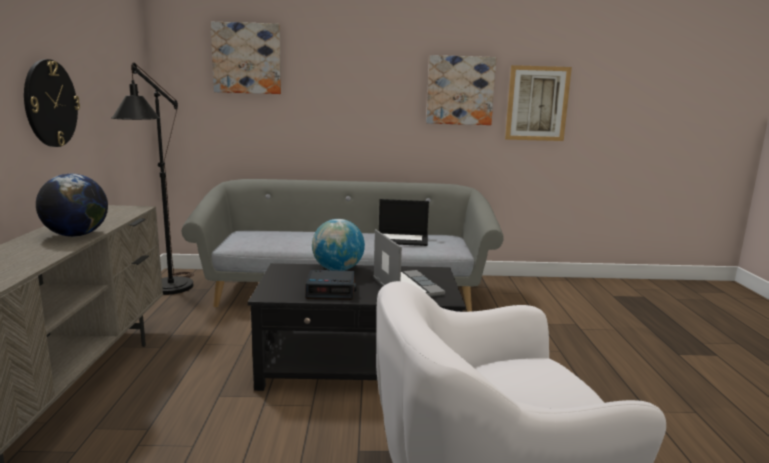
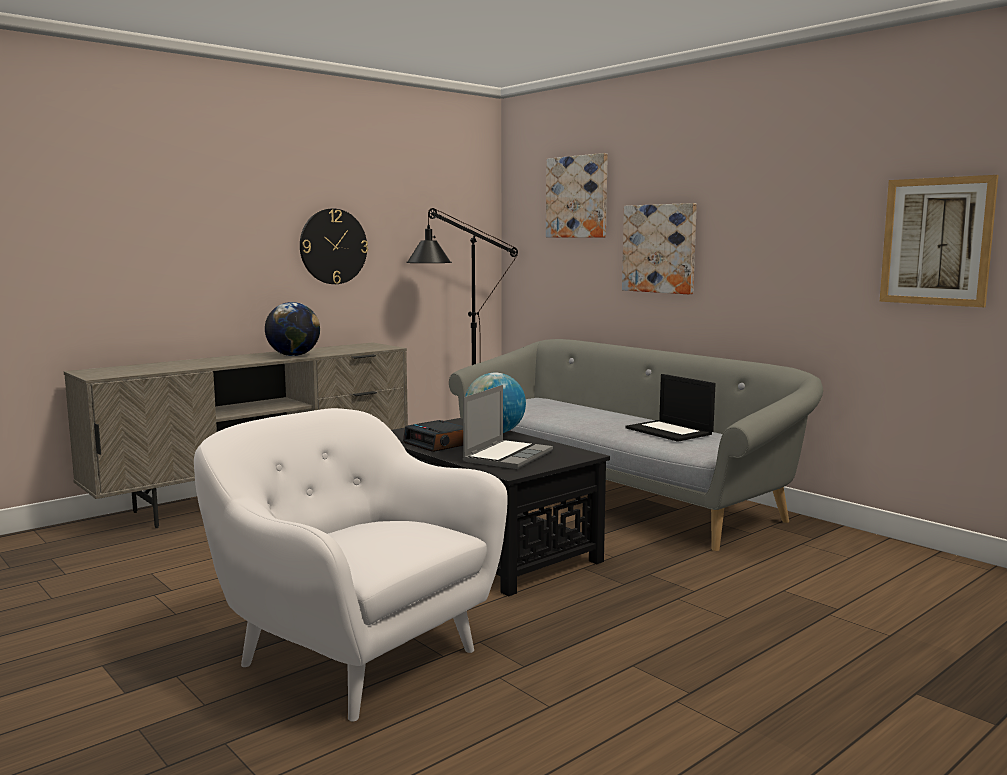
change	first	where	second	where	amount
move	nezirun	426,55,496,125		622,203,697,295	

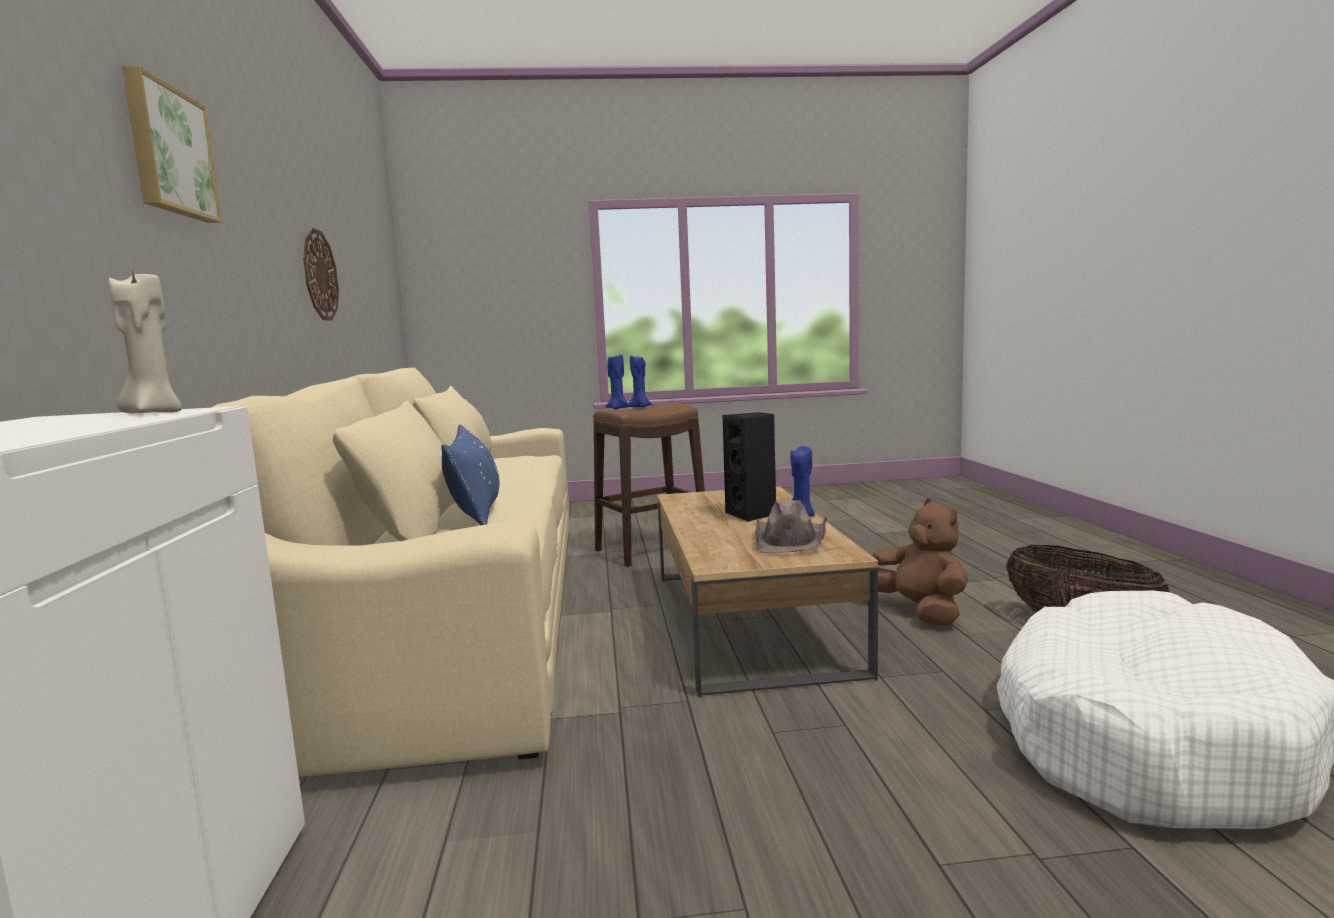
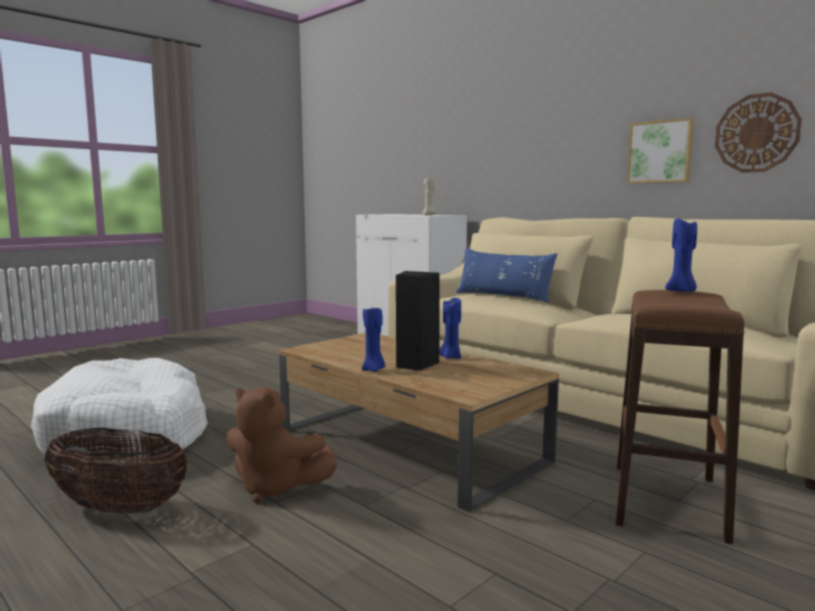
change	first	where	second	where	amount
move	nezirun	122,66,222,223		627,118,694,183	
move	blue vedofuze	628,354,652,407		439,298,461,359	
delete	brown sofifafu	755,500,827,553			

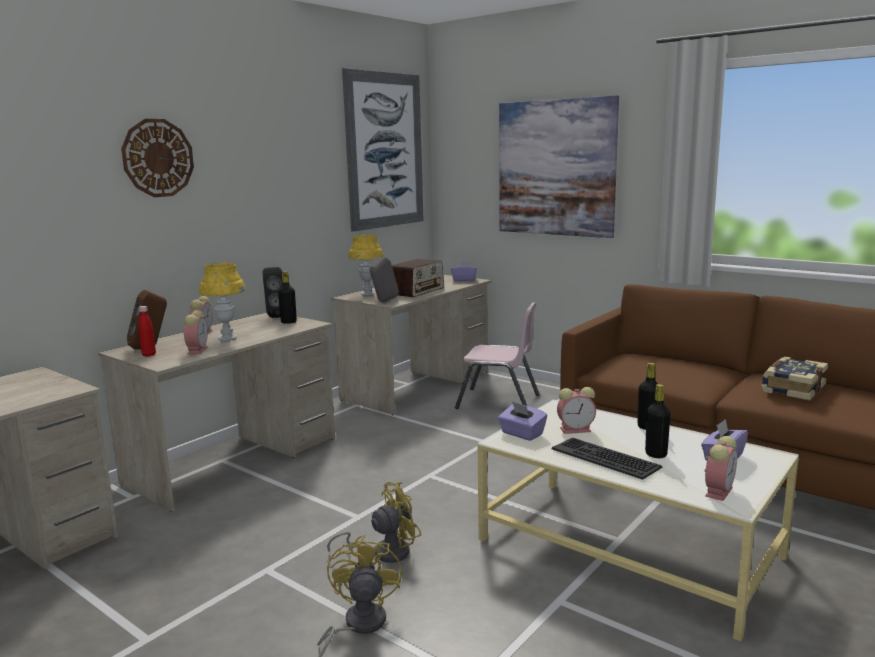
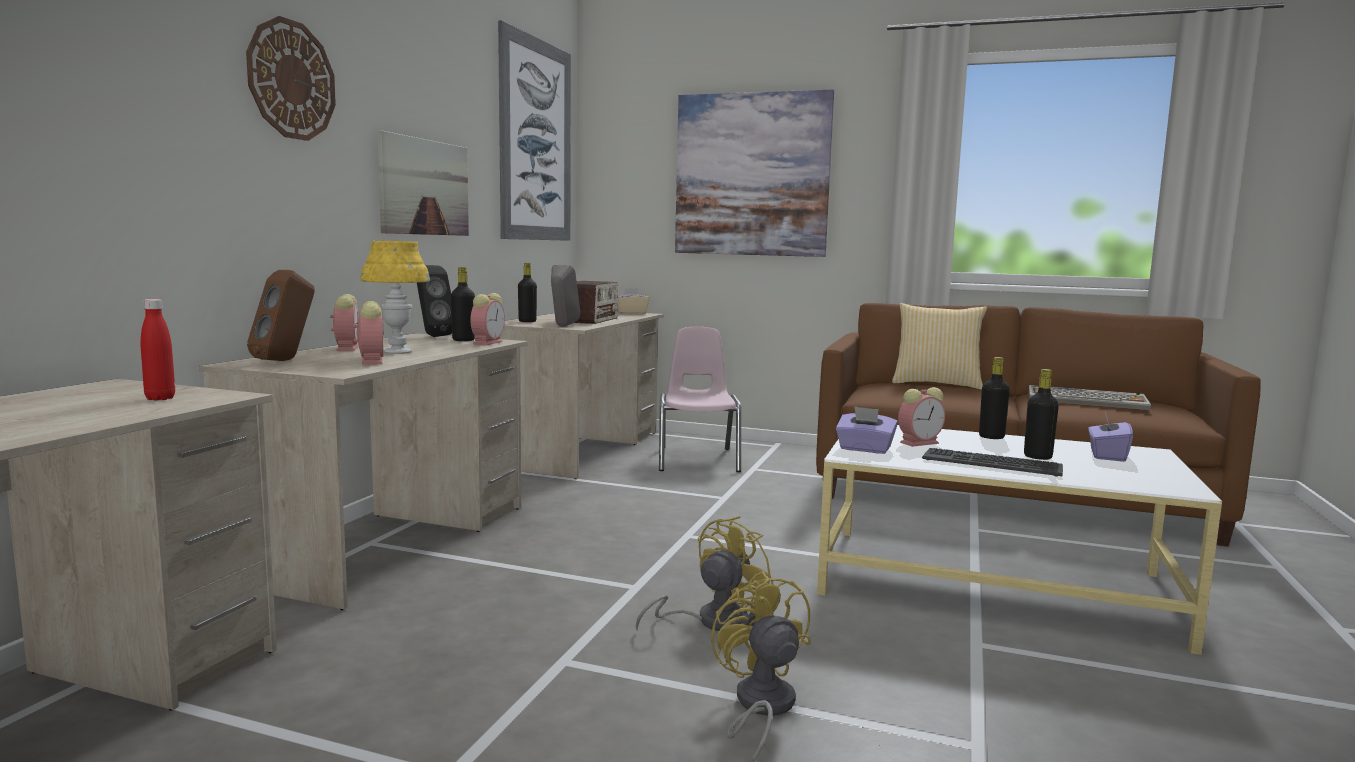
change	first	where	second	where	amount
move	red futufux	138,306,156,357		141,299,175,400	
replace	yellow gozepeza	348,235,383,295	black futufux	518,263,537,322	
recolor	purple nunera	451,260,477,282	beige nunera	618,288,649,314	
rotate	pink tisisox	455,302,539,409		659,327,741,472	90 degrees counterclockwise
move	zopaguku	705,436,737,501		470,293,505,345	
replace	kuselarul	762,356,828,401	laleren	1028,385,1151,410	
insert			nezirun	377,130,469,236	
insert			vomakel	892,303,987,390	

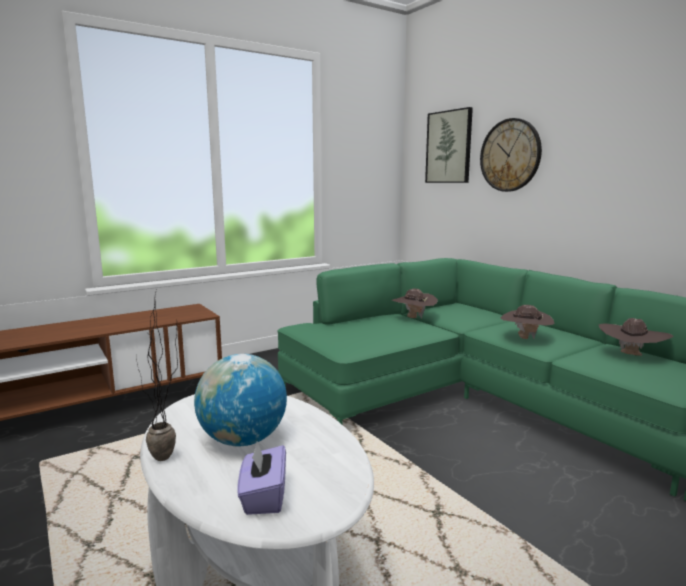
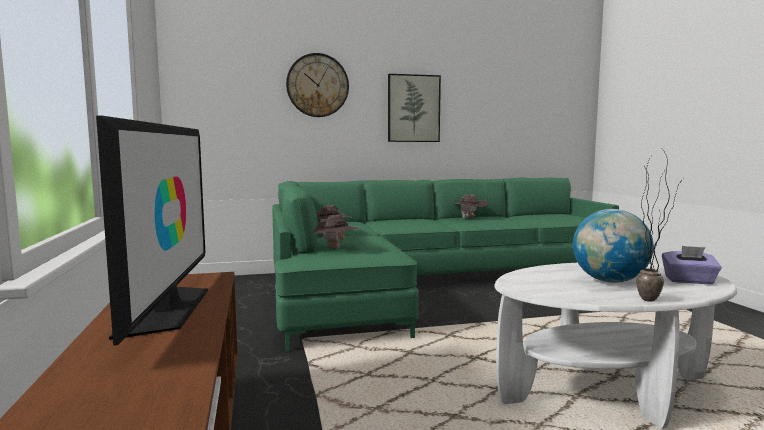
change	first	where	second	where	amount
move	nezirun	425,107,473,183		388,74,441,142	
move	brown sofifafu	501,305,554,339		313,215,359,249	
insert			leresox	96,115,208,345	

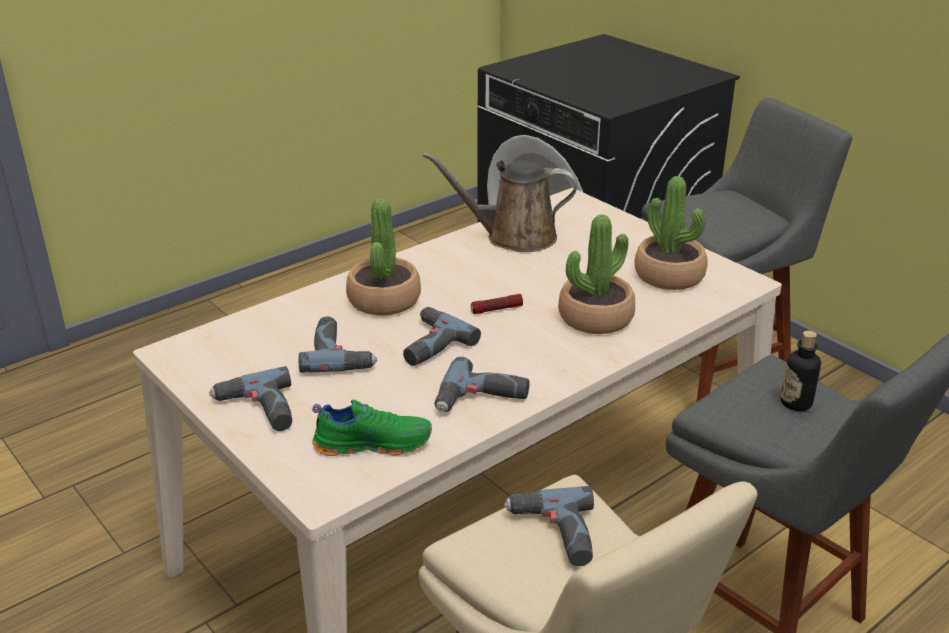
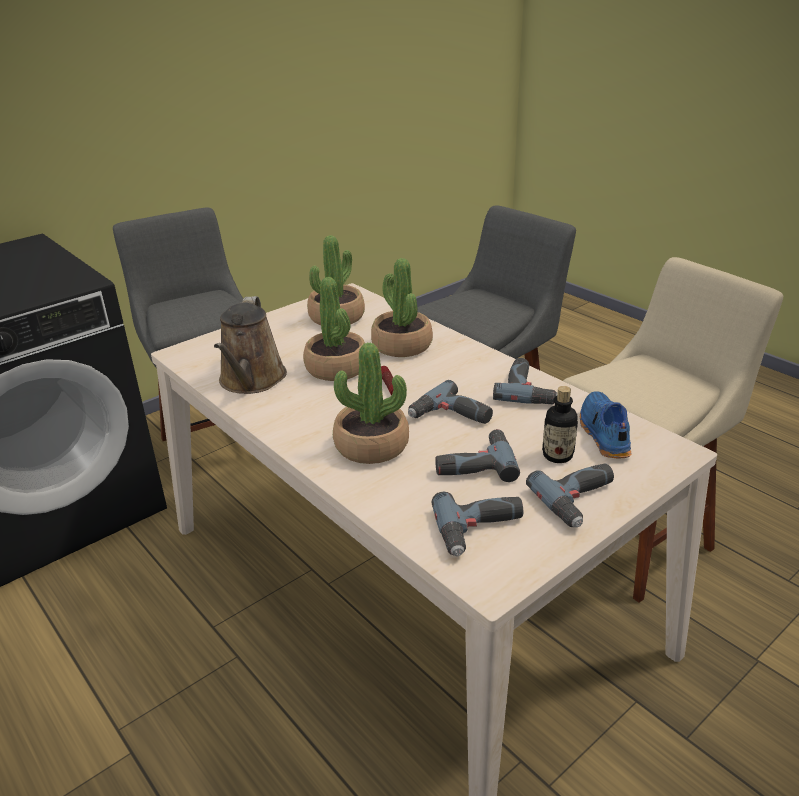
change	first	where	second	where	amount
recolor	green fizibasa	312,400,432,456	blue fizibasa	580,391,632,458	
move	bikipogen	504,486,594,566		432,491,523,556	
move	futufux	780,331,821,411		542,386,578,463	
insert			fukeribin	303,277,365,381	

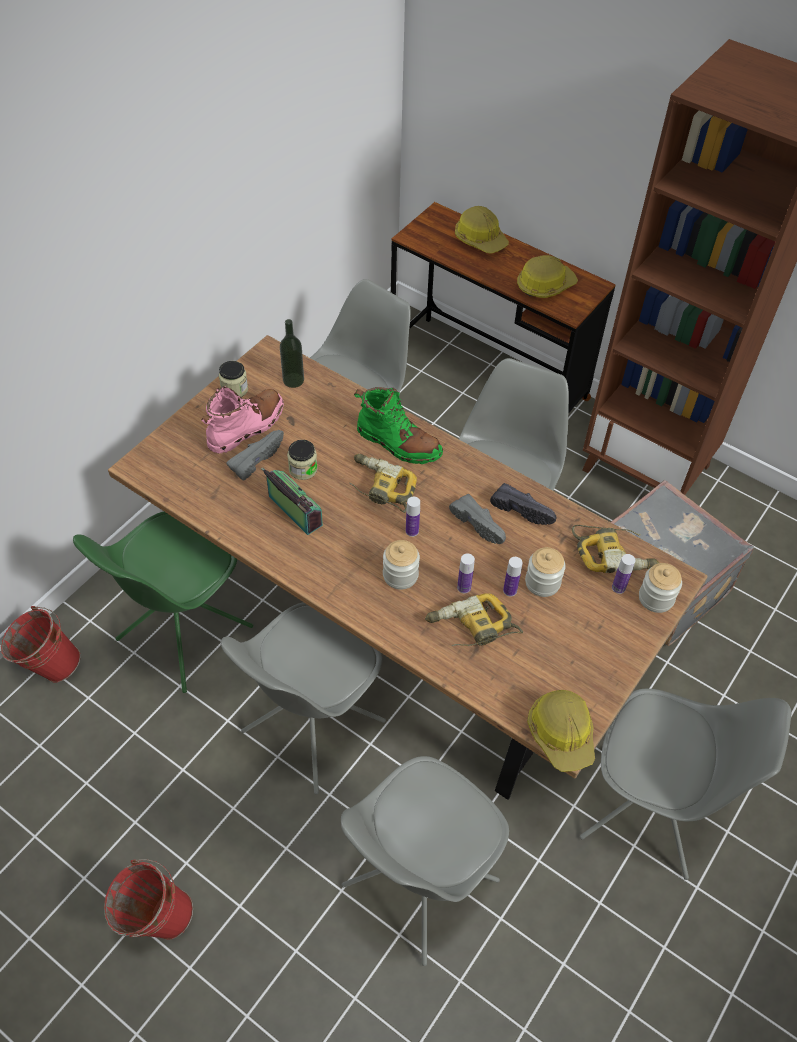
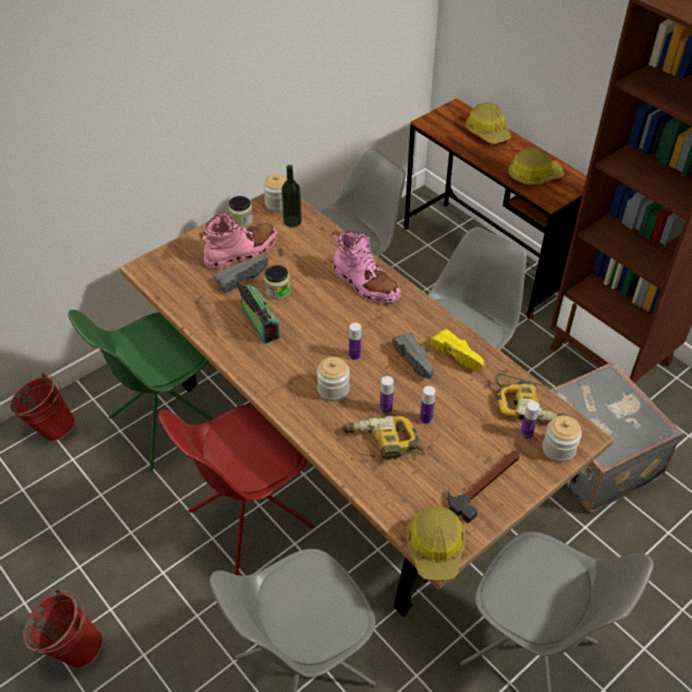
change	first	where	second	where	amount
recolor	grey tisisox	221,602,386,795	red tisisox	158,404,314,575	
delete	bikipogen	349,454,417,513			
recolor	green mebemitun	354,387,443,464	pink mebemitun	332,230,401,303	
recolor	black fizibasa	490,483,556,525	yellow fizibasa	430,329,484,370	
move	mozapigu	525,547,566,597		263,174,287,212	
insert			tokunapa	447,450,520,523	

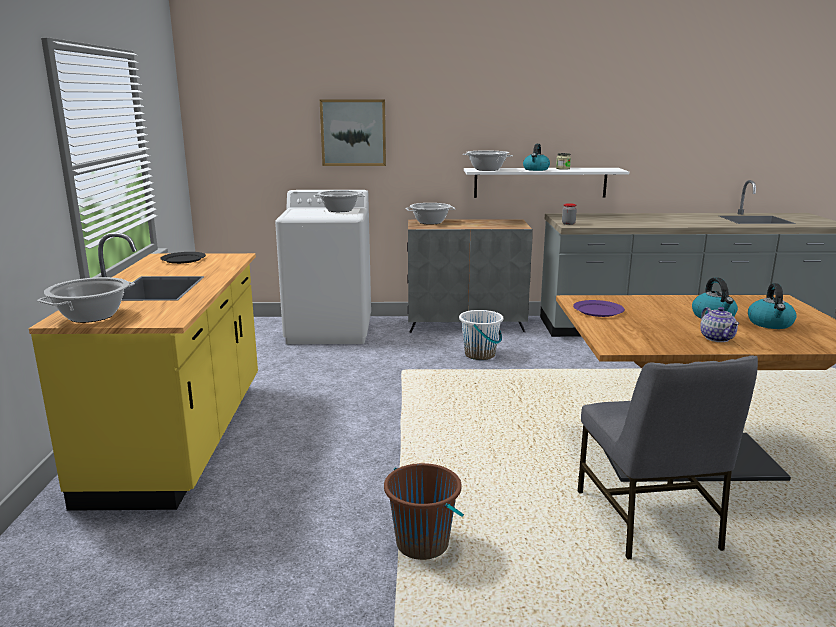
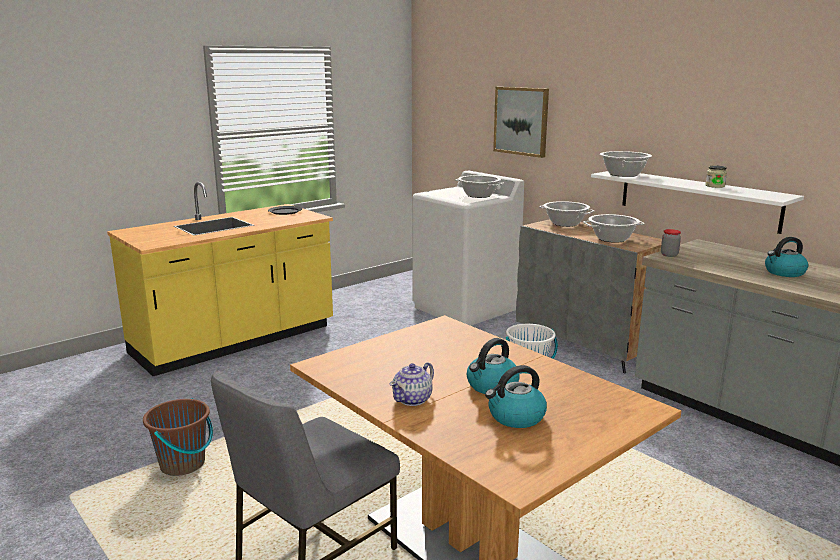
change	first	where	second	where	amount
move	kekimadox	37,277,135,323		583,214,645,243	
move	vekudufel	523,144,550,171		765,237,808,277	
delete	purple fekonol	573,300,625,317			

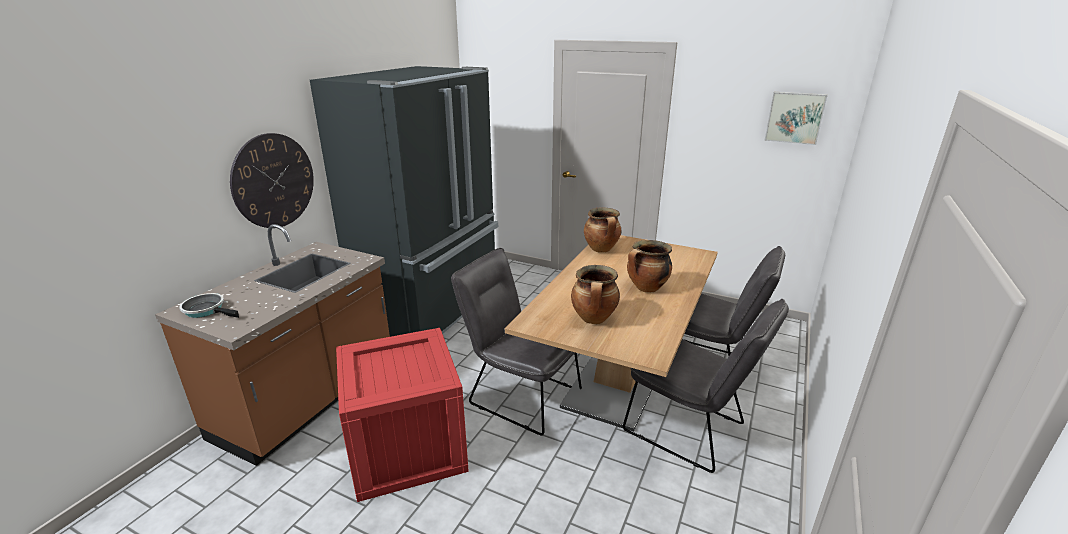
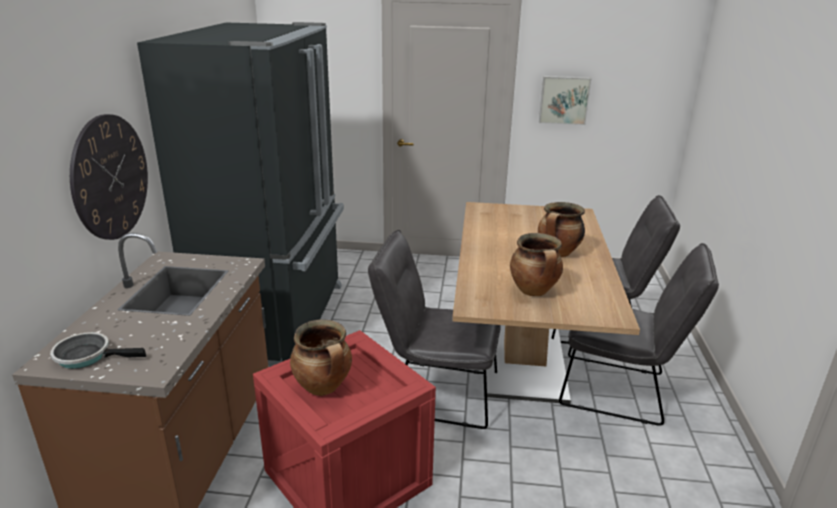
change	first	where	second	where	amount
move	kekimadox	584,207,621,253		290,320,352,396	
move	nezirun	764,92,828,145		539,76,592,125	

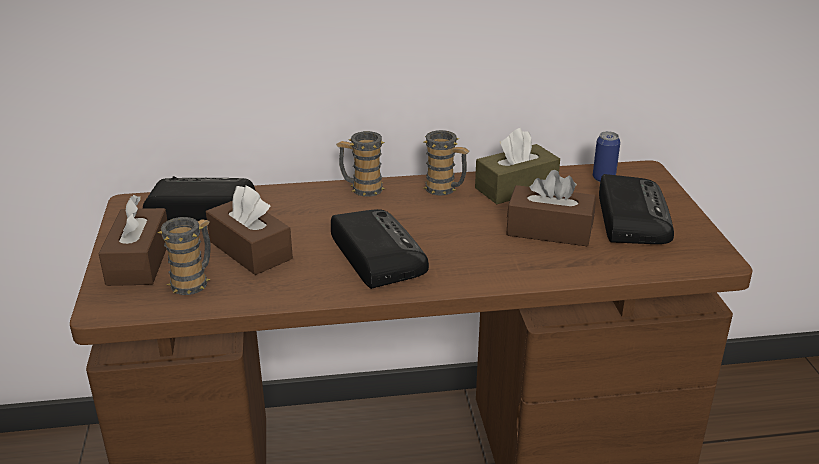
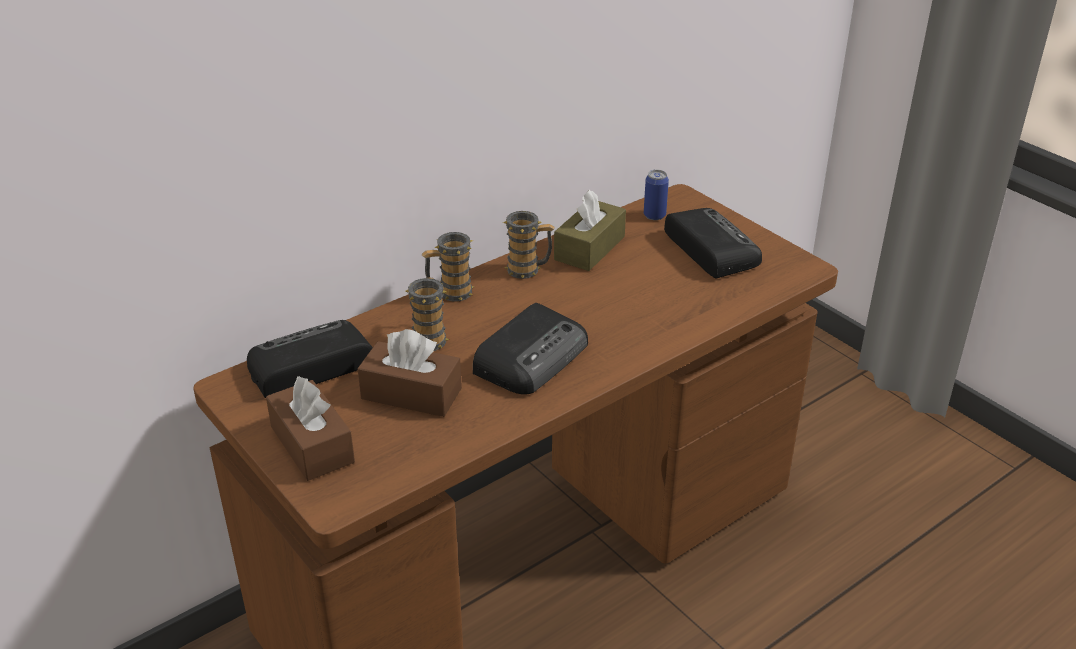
change	first	where	second	where	amount
move	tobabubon	158,217,211,295		406,277,450,351	
rotate	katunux	331,209,429,289		473,303,588,395	90 degrees clockwise
delete	brown nunera	506,170,596,246			

